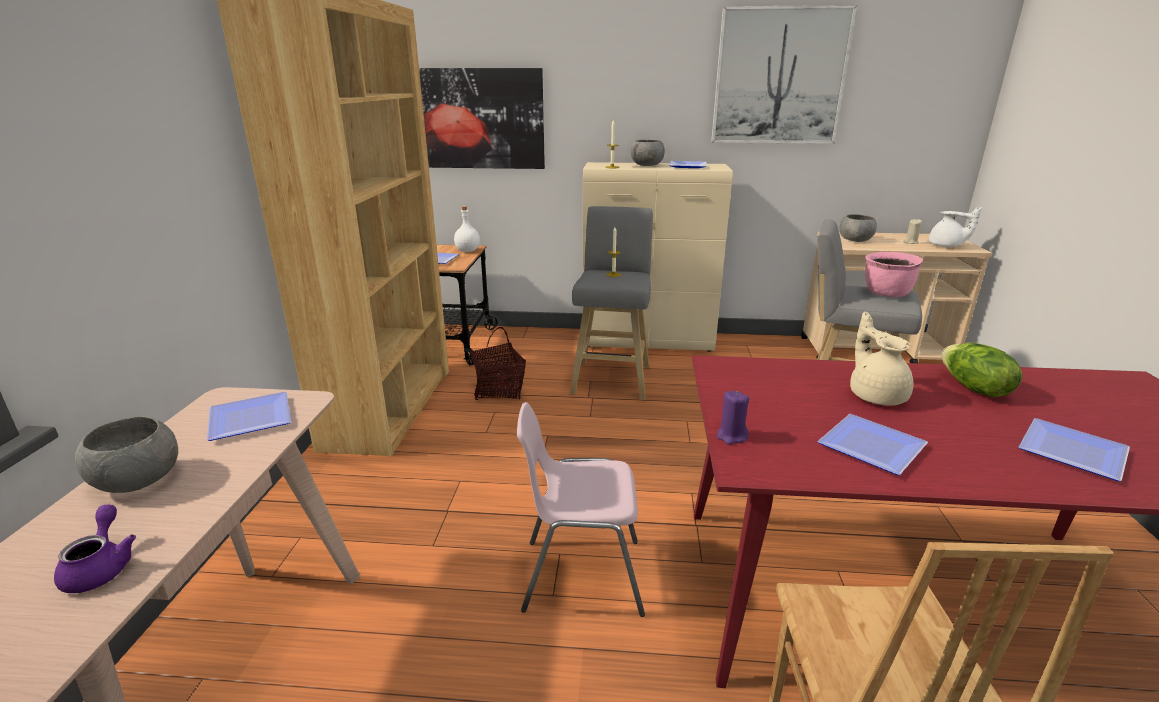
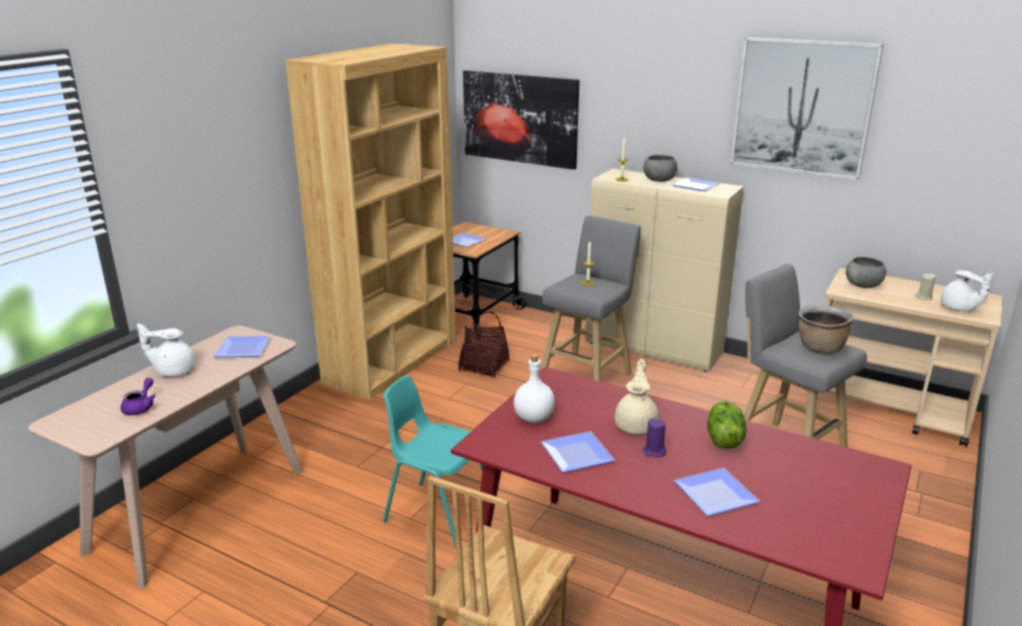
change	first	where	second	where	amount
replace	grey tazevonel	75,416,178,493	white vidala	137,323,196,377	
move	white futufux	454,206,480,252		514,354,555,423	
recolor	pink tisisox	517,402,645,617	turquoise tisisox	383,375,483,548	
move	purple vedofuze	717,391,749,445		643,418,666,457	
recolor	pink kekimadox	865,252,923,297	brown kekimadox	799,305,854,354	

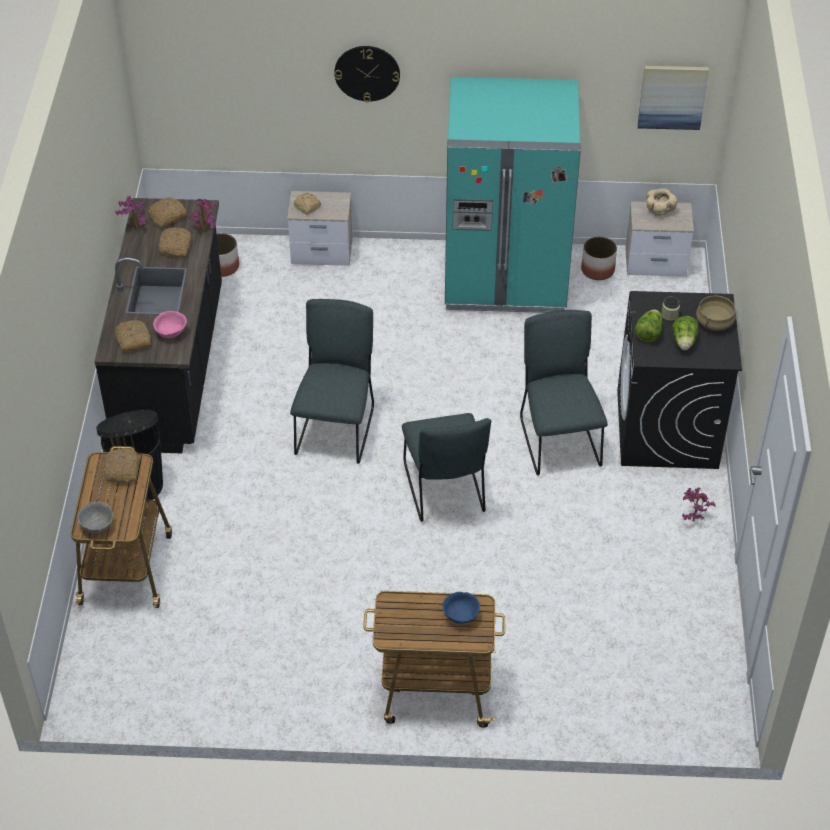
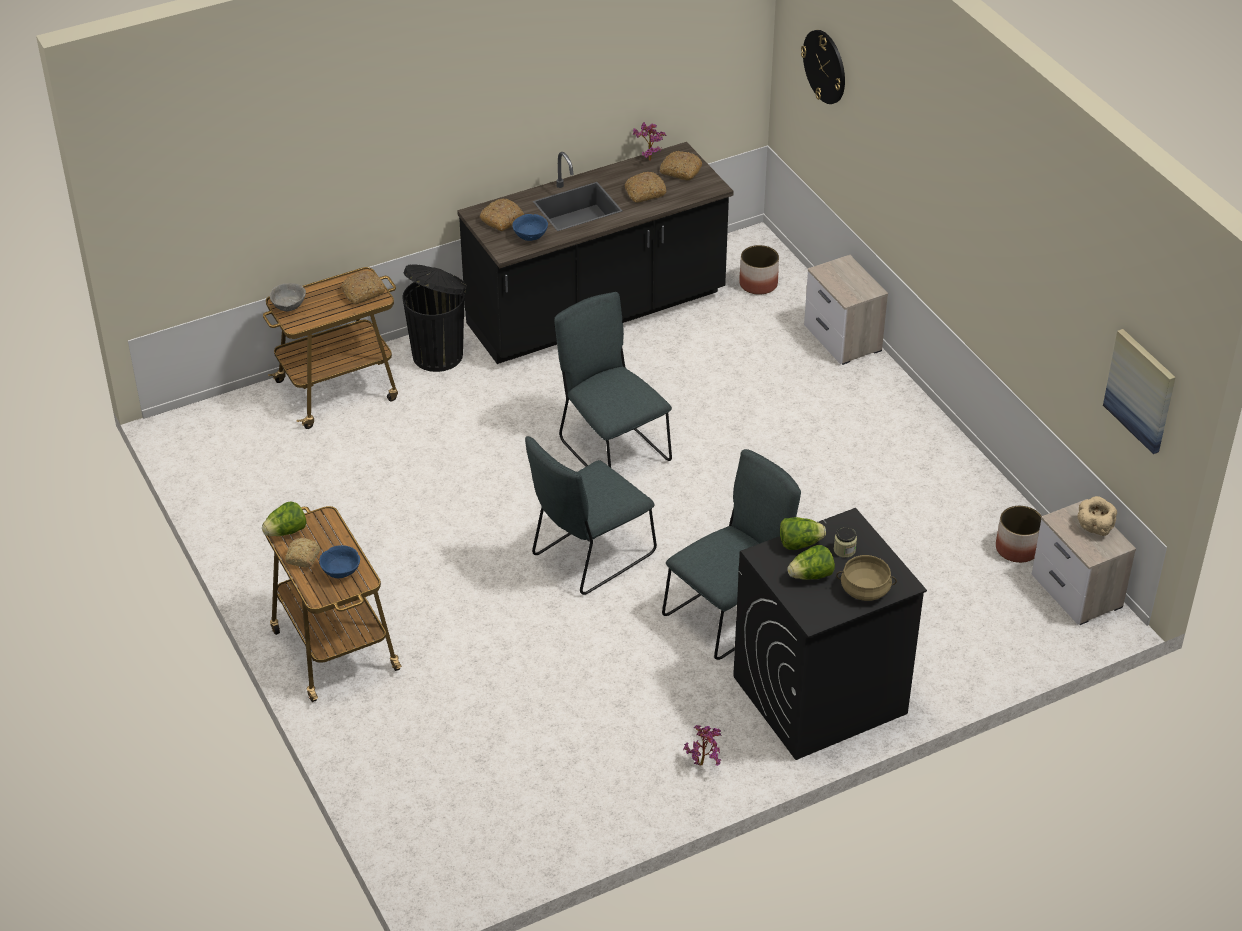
change	first	where	second	where	amount
recolor	pink tazevonel	153,311,187,338	blue tazevonel	512,214,548,241	
delete	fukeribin	189,199,217,231			
rotate	grey tisisox	290,299,374,464		554,292,672,468	105 degrees counterclockwise
move	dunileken	294,193,321,214		285,538,320,568	
move	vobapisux	334,46,400,102		801,30,845,104	
delete	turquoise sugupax	445,77,581,313			
insert			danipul	262,501,306,536	

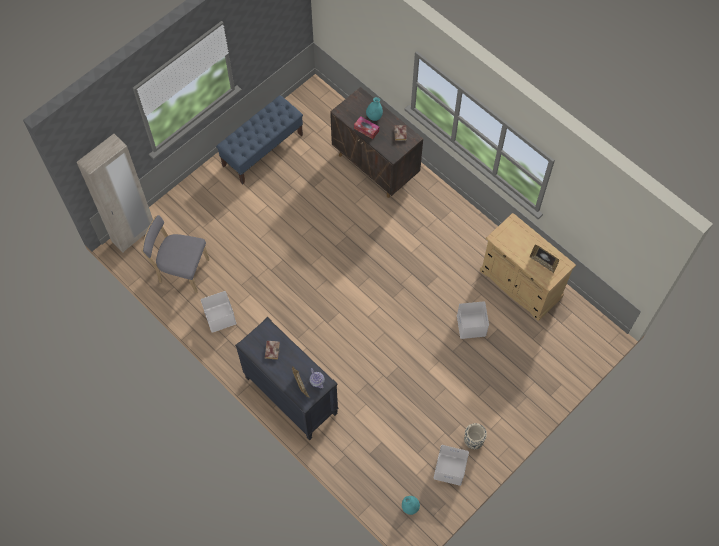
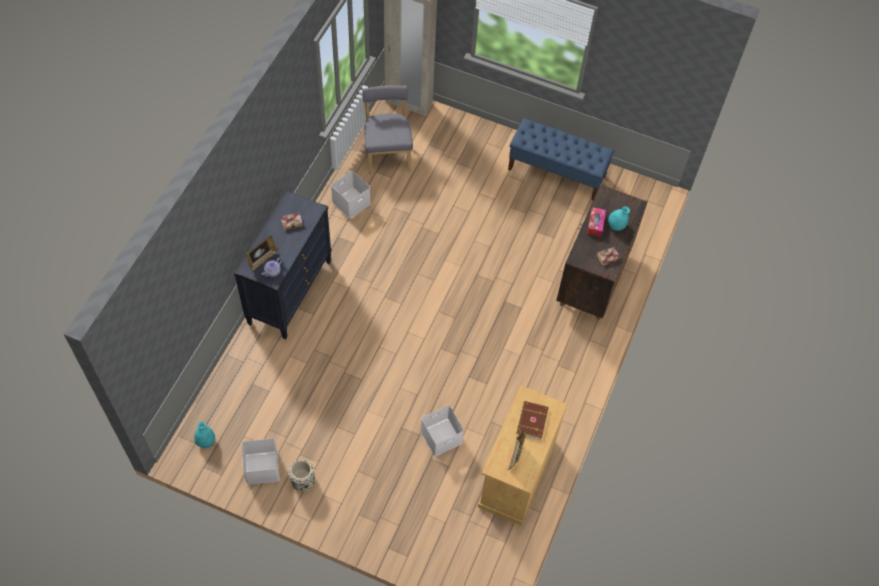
change	first	where	second	where	amount
insert			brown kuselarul	516,401,549,440	

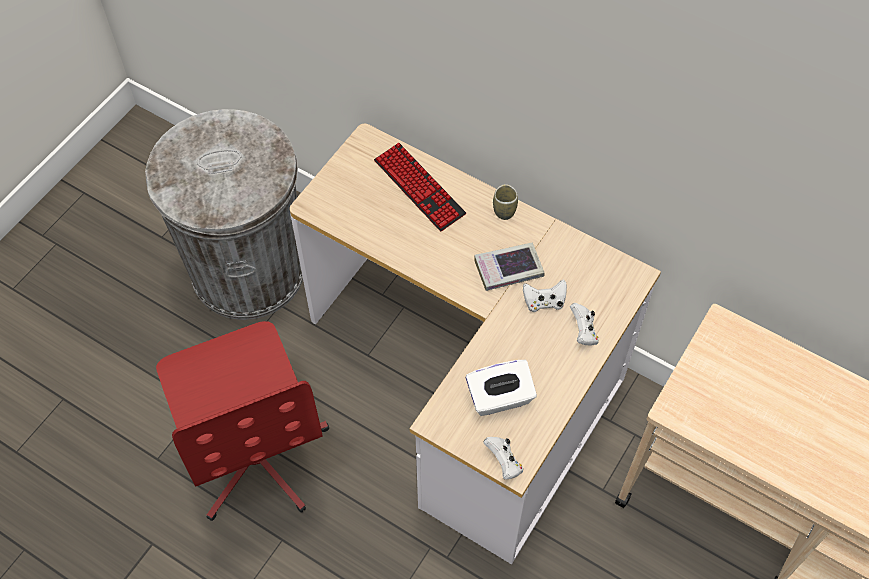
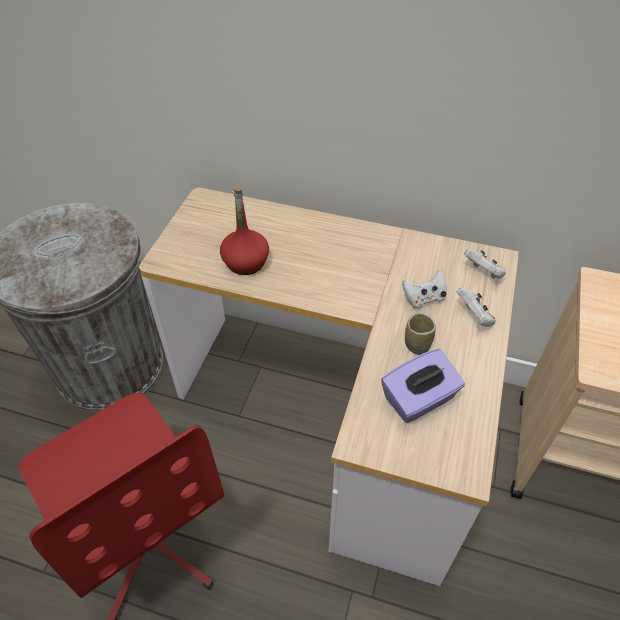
change	first	where	second	where	amount
delete	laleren	374,143,466,232			
recolor	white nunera	466,360,537,416	purple nunera	381,349,465,423	
delete	kuselarul	475,242,545,291			
move	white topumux	483,437,524,480		464,249,506,279	
move	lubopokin	493,184,518,220		405,313,436,355	
insert			red futufux	220,186,269,275	

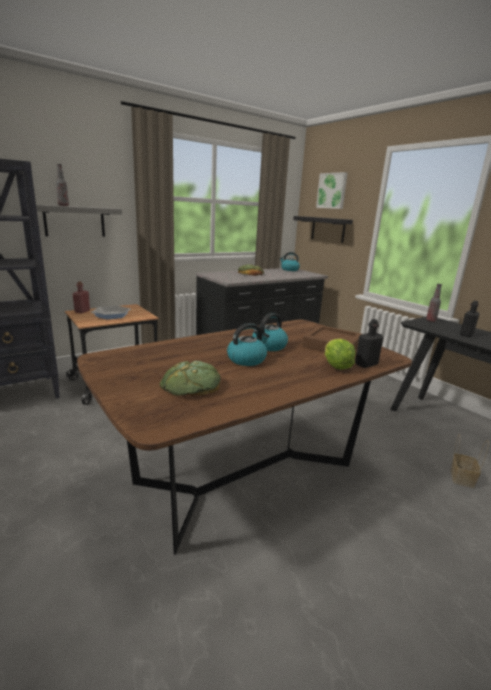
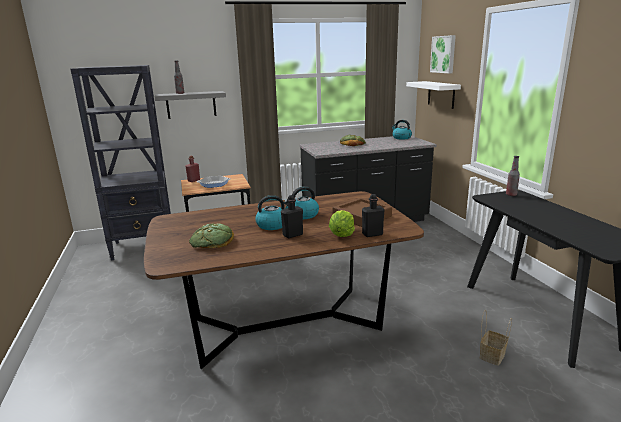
change	first	where	second	where	amount
recolor	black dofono	293,216,353,243	white dofono	406,81,461,109	
move	black futufux	460,301,480,337		281,195,303,238	

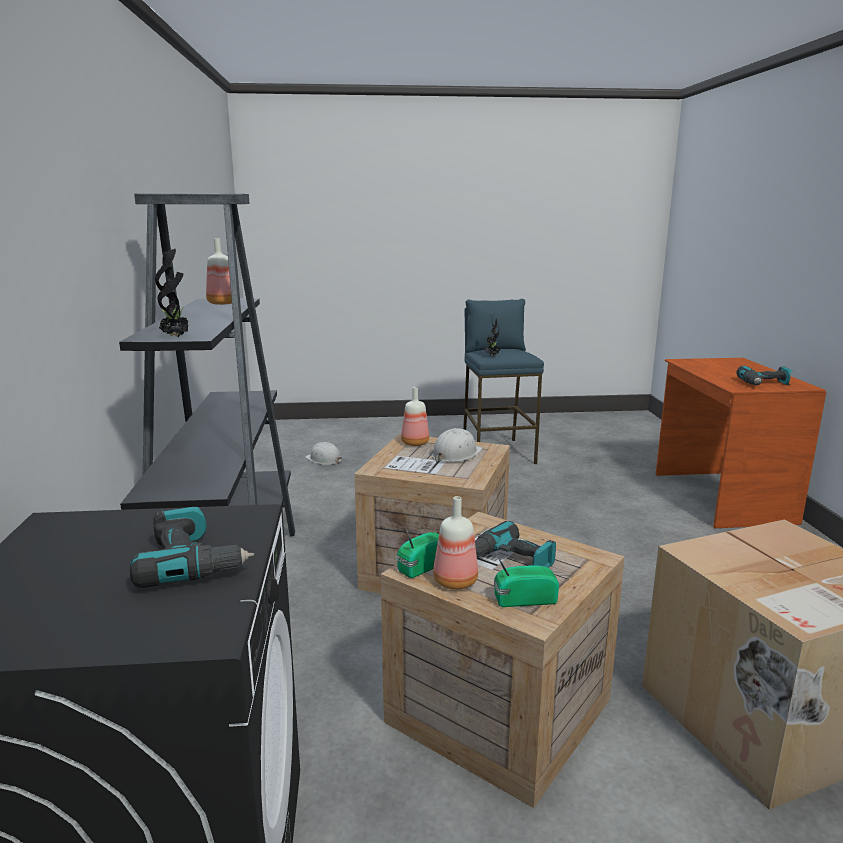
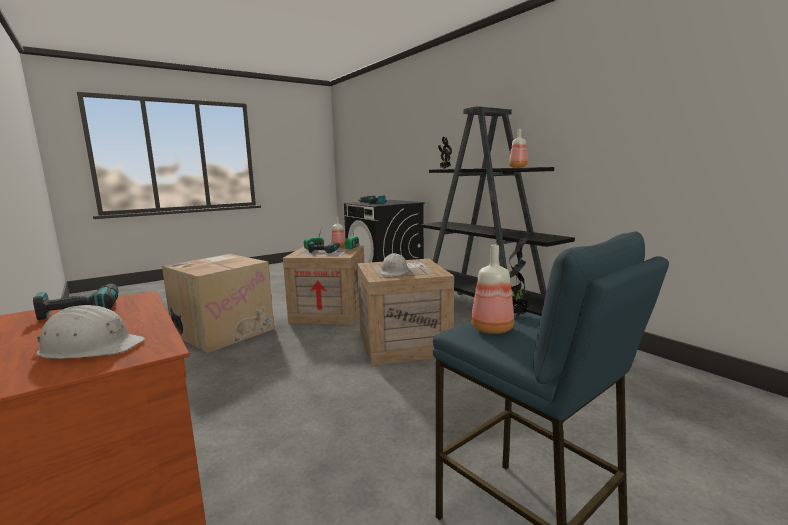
change	first	where	second	where	amount
move	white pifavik	305,442,342,465		37,305,145,359	
move	futufux	401,387,429,446		471,245,514,334	

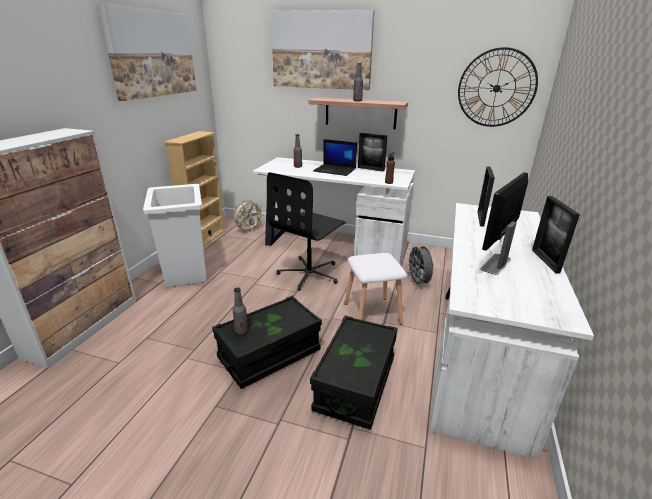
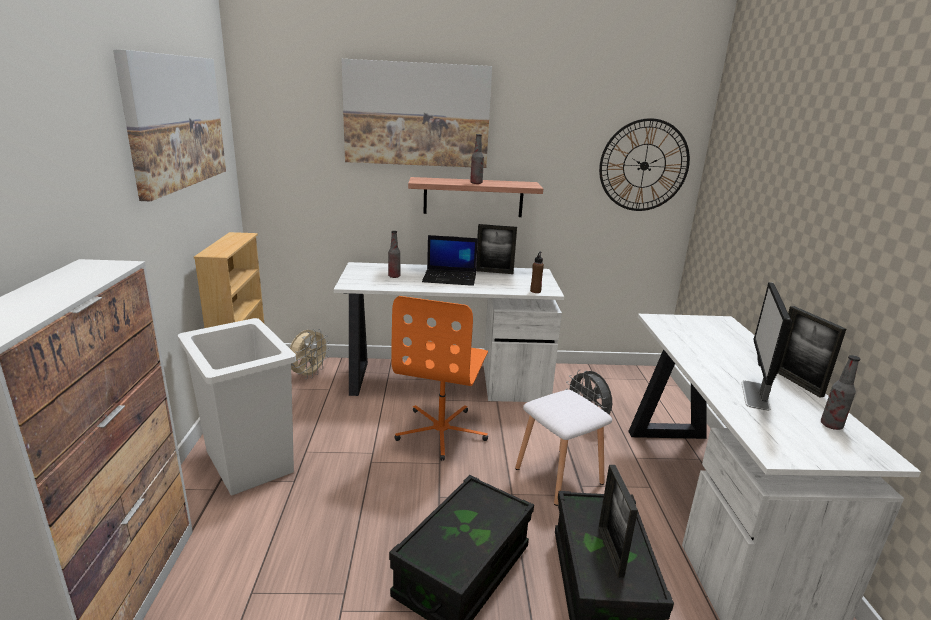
change	first	where	second	where	amount
move	futufux	233,287,248,335		821,355,860,430	
recolor	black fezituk	267,172,346,291	orange fezituk	391,296,488,461	
move	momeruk	477,167,495,227		598,465,638,578	

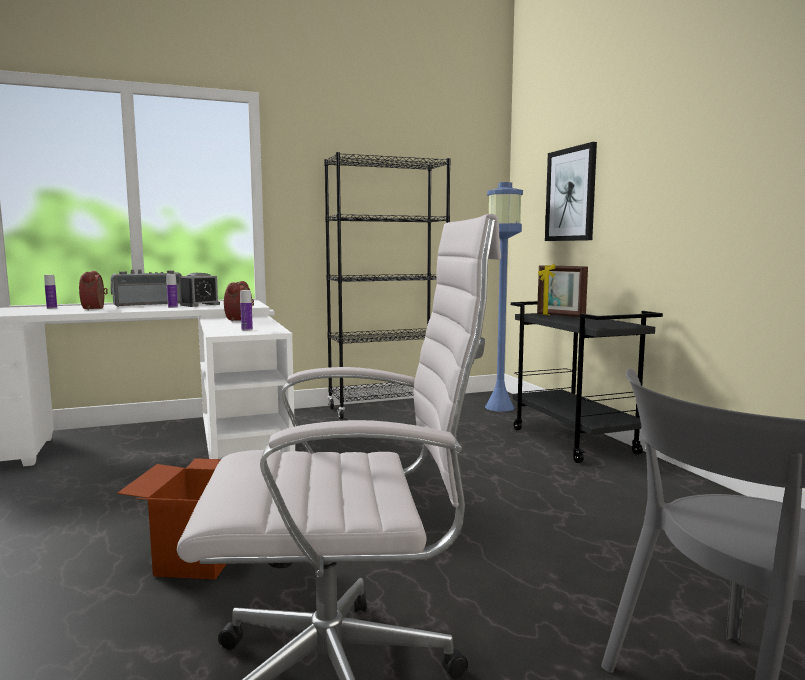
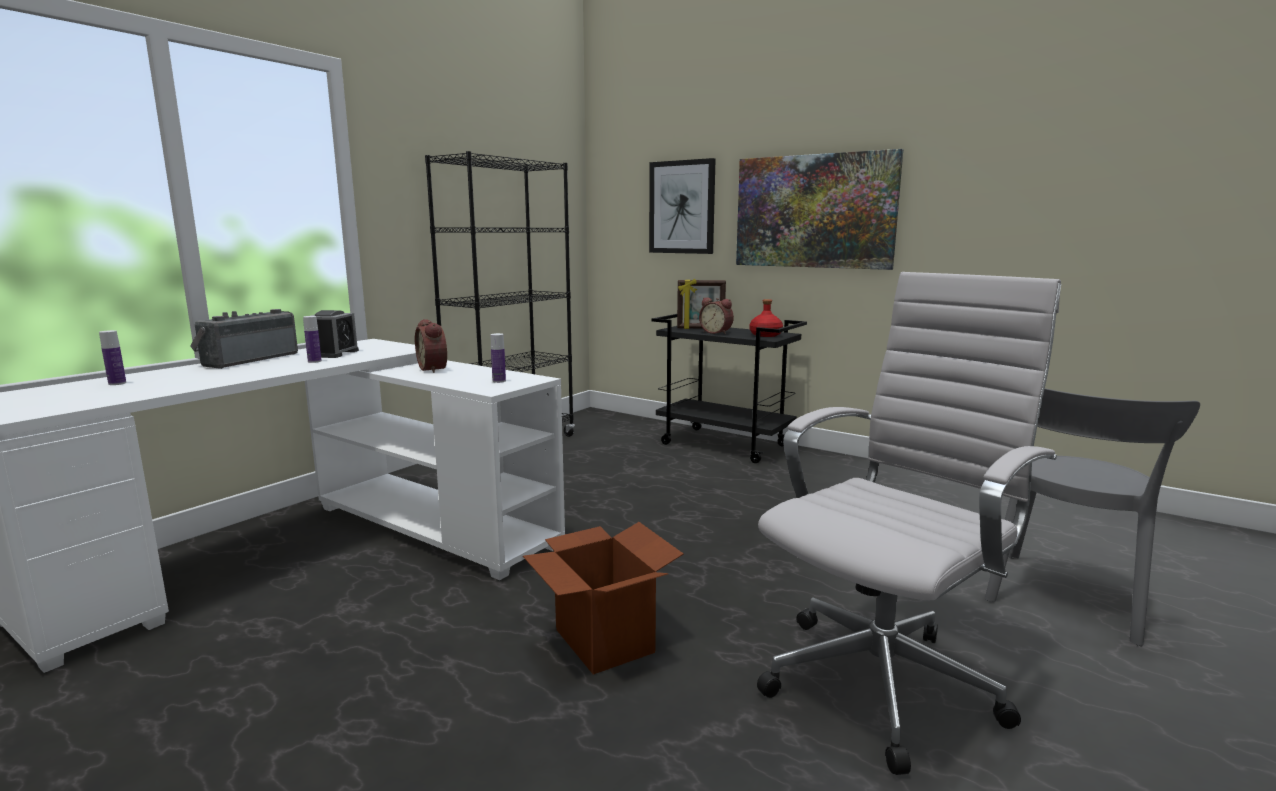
change	first	where	second	where	amount
move	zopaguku	79,271,108,310		699,297,734,334	
delete	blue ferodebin	485,182,523,412			
insert			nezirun	736,149,903,270	
insert			red futufux	750,299,783,337	

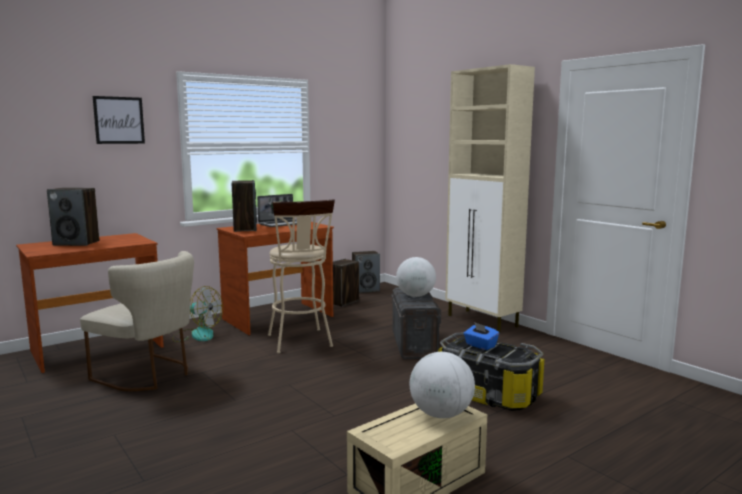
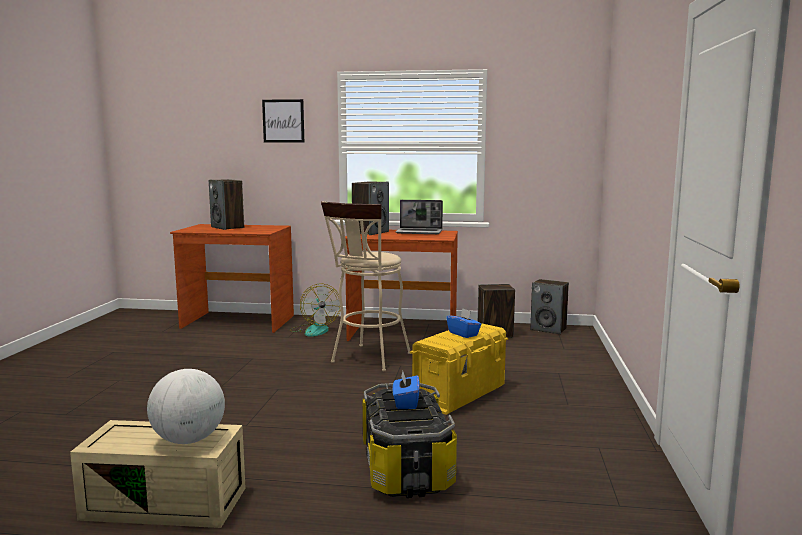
change	first	where	second	where	amount
delete	beige tisisox	80,251,194,391			
recolor	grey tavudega	391,287,441,359	yellow tavudega	410,323,508,415	
replace	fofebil	396,257,436,297	blue nunera	446,308,482,338	
delete	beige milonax	445,64,535,333			

